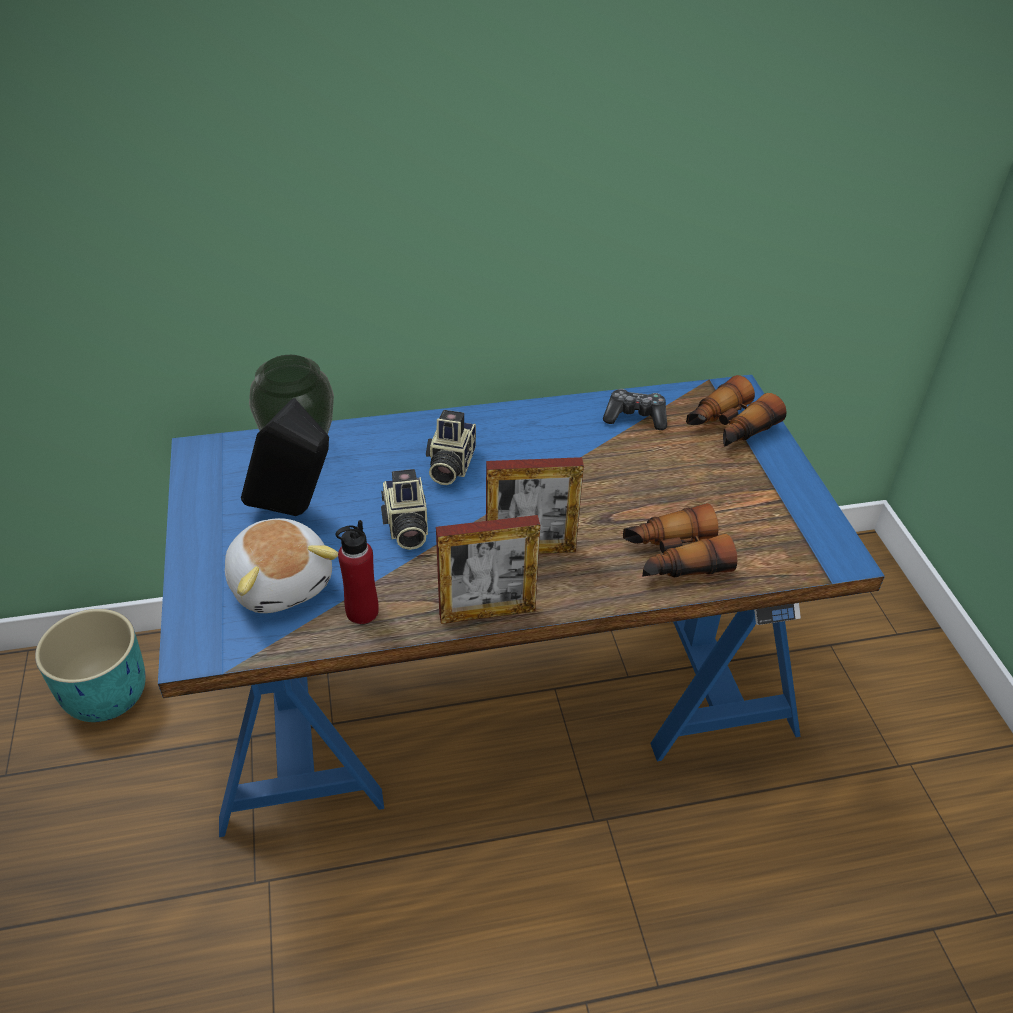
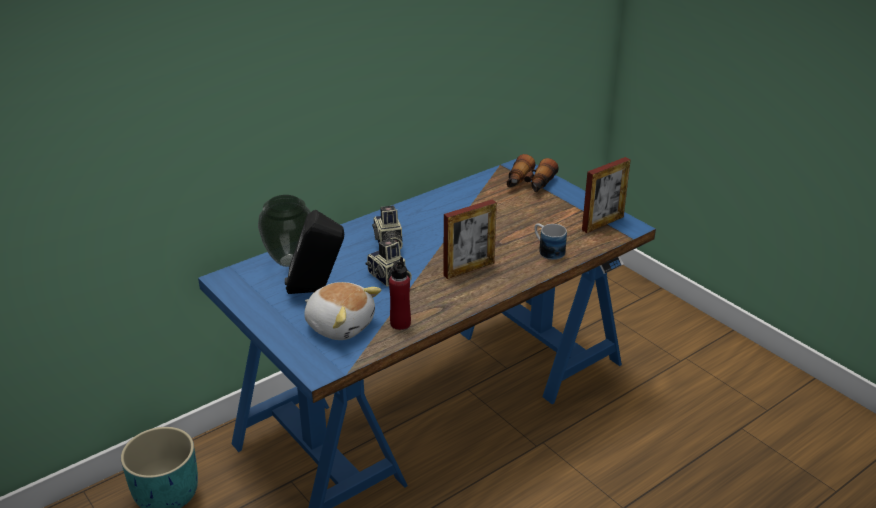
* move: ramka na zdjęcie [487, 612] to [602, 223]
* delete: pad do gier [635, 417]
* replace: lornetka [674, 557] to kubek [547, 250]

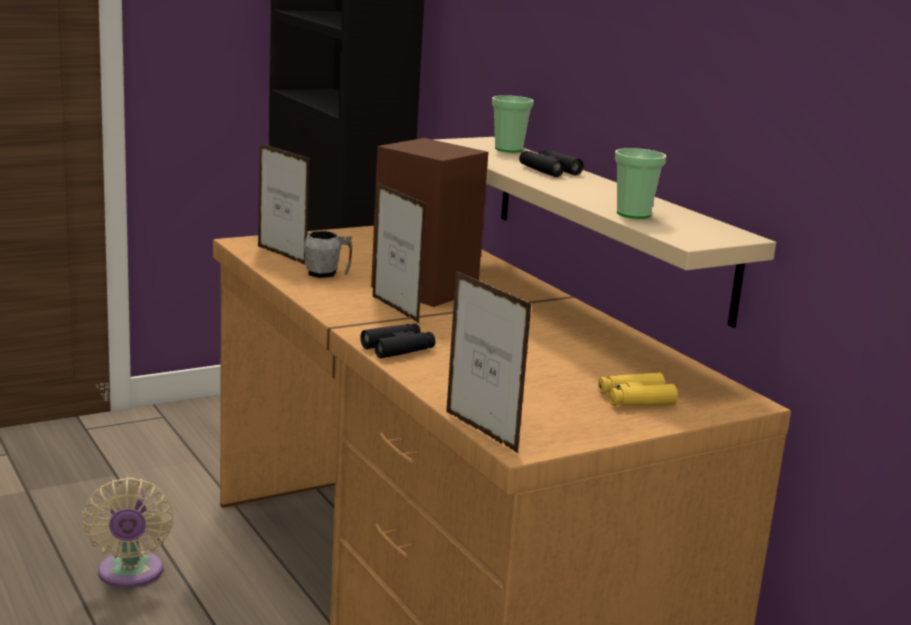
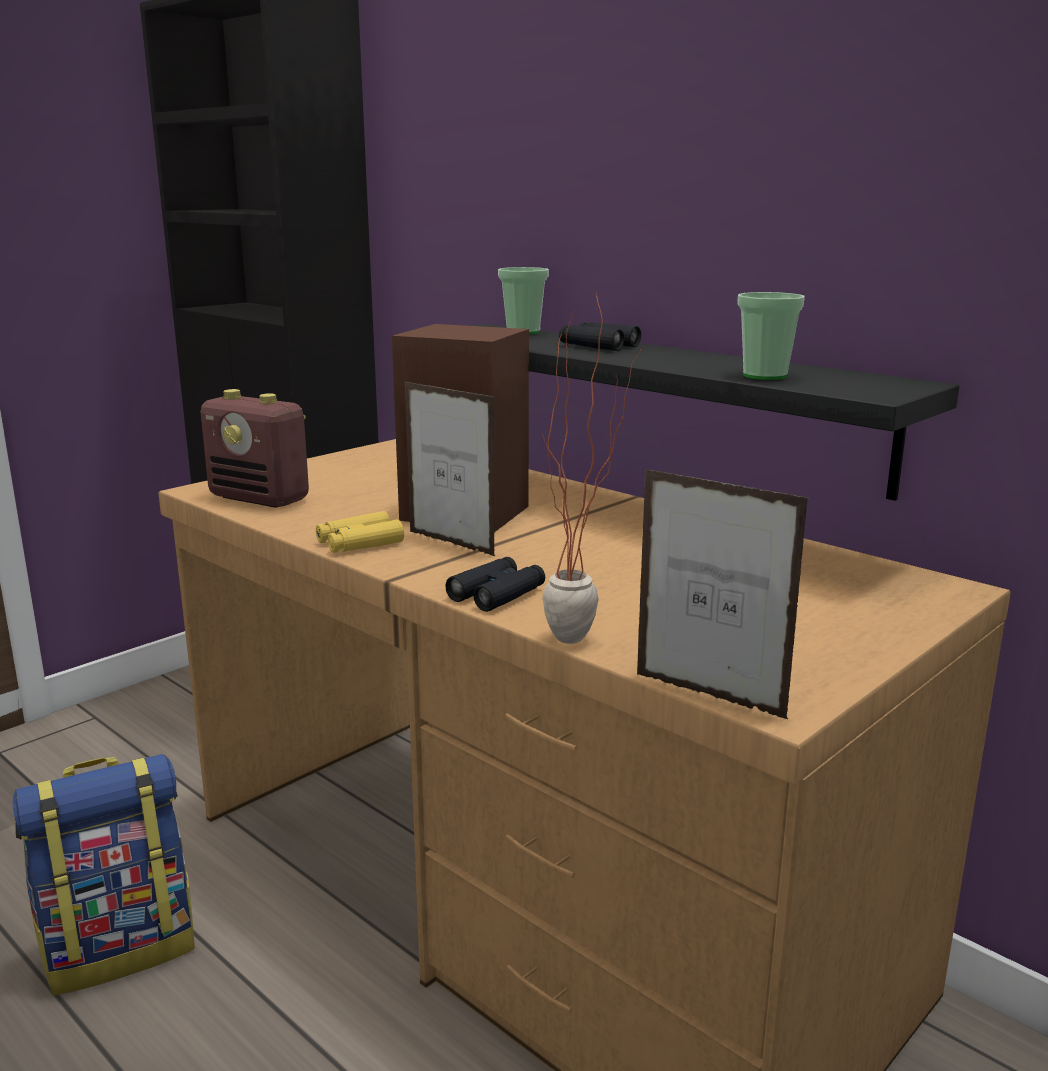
* replace: wentylator/beżowy [130, 575] to plecak [121, 947]
* replace: ramka na zdjęcie [282, 255] to radio [260, 499]
* delete: kubek/szary [327, 273]
* recolor: półka/beżowy [609, 224] to półka/czarny [679, 401]
* move: lornetka/żółty [635, 399] to [359, 543]
* insert: roślina doniczkowa [586, 642]

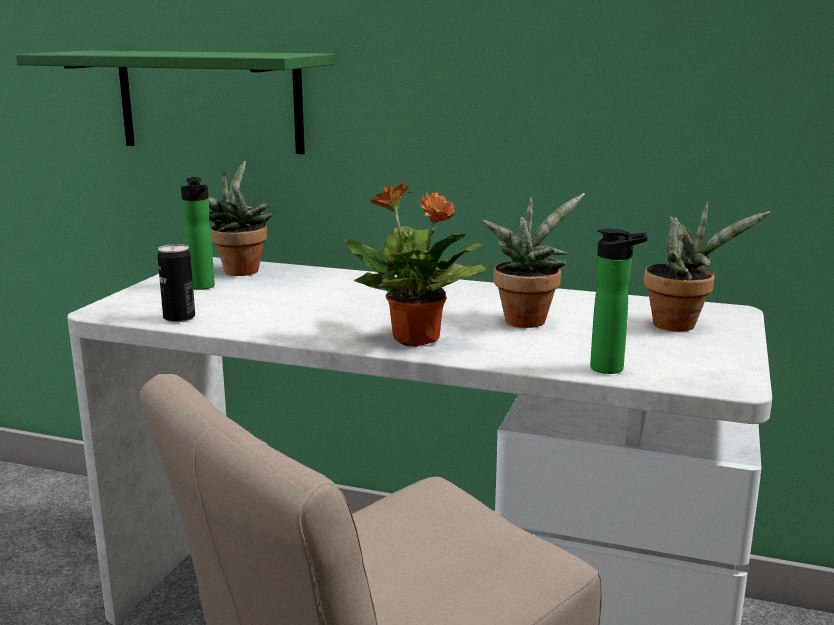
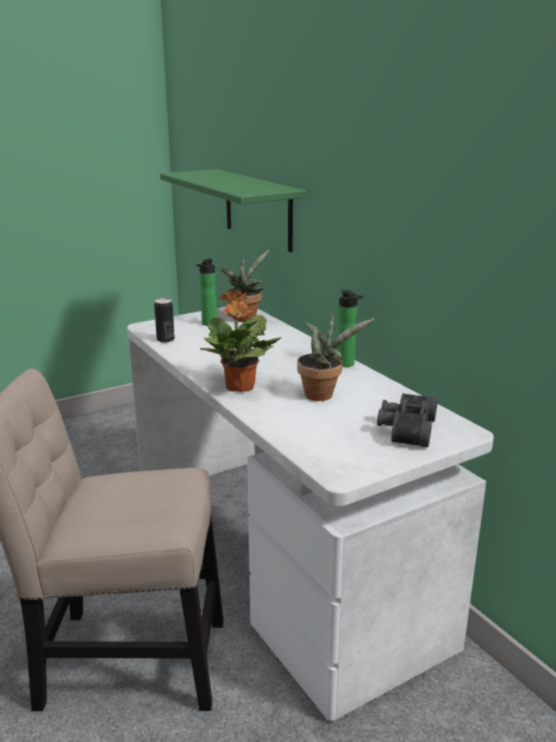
* move: butelka [612, 368] to [347, 364]
* replace: roślina doniczkowa [681, 325] to lornetka/czarny [405, 429]

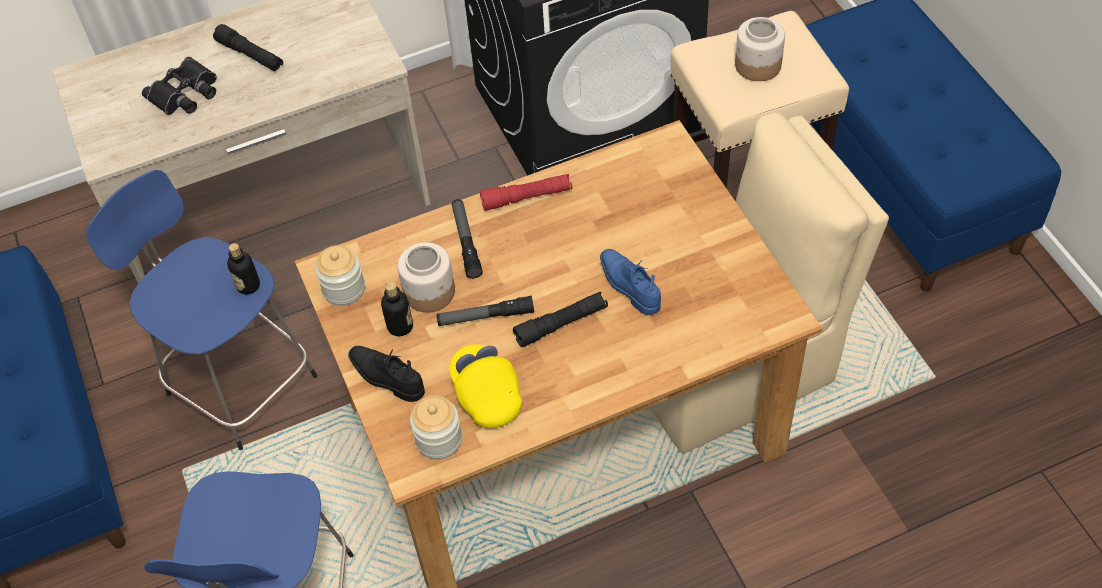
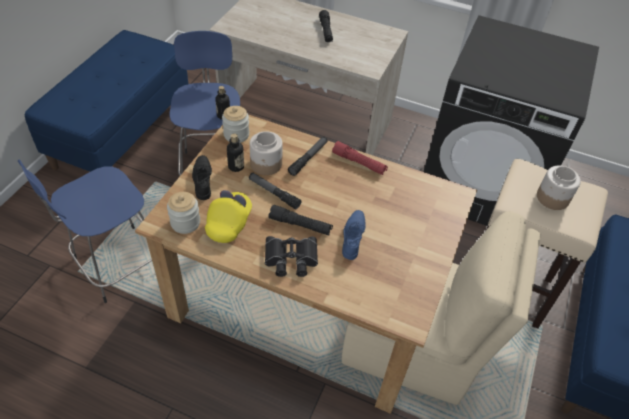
* move: lornetka/czarny [185, 93] to [290, 259]

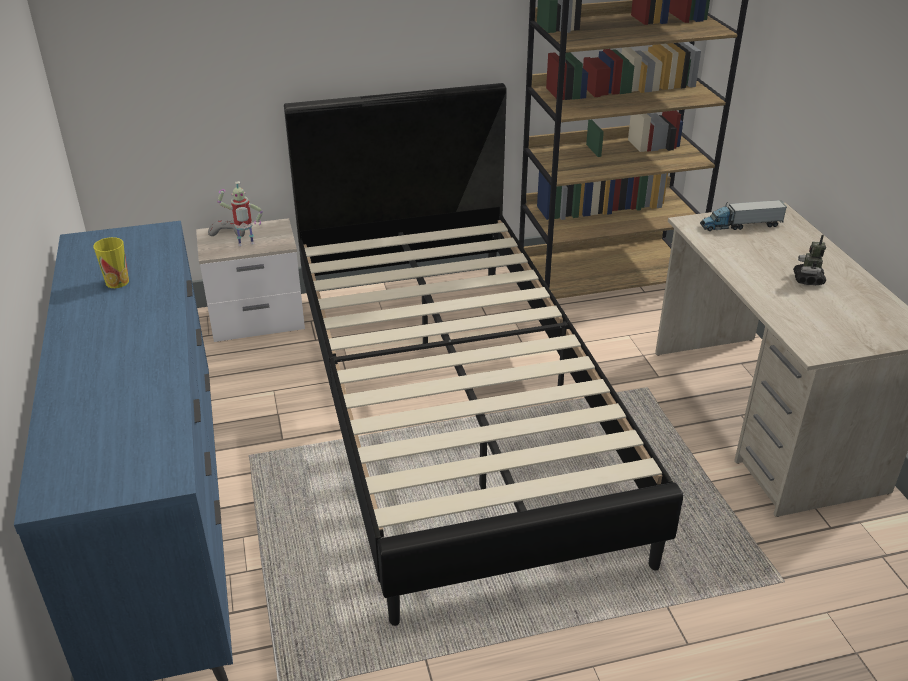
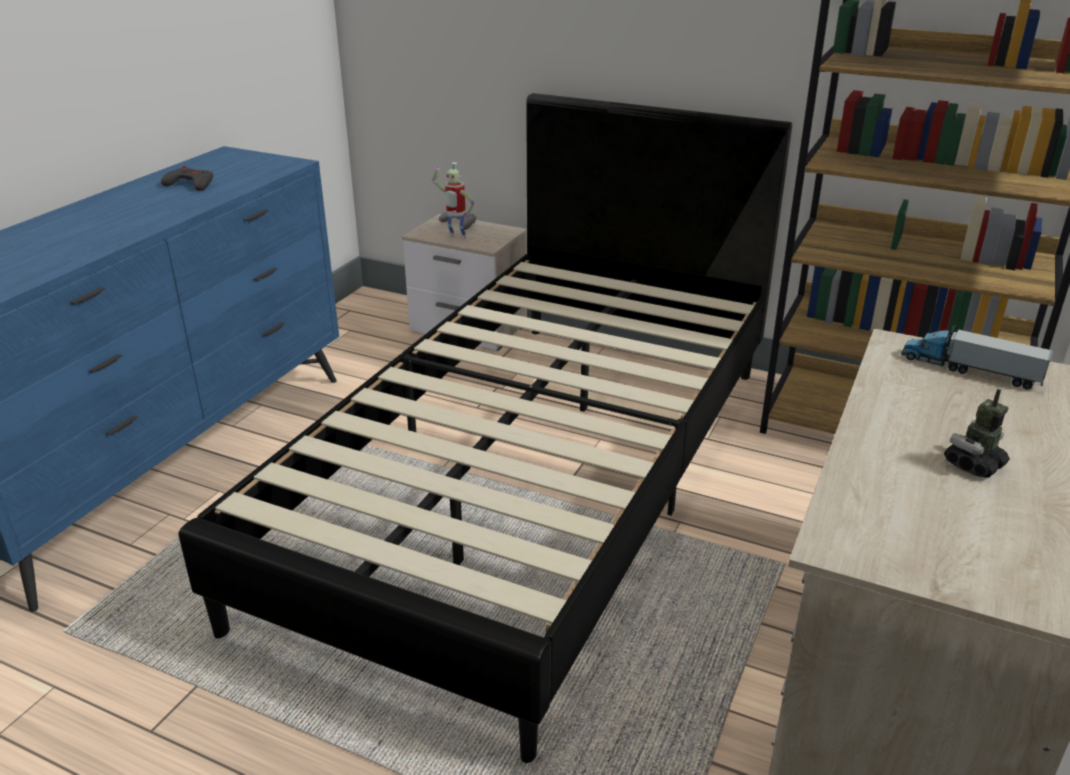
* replace: filiżanka [117, 282] to pad do gier/szary [190, 184]

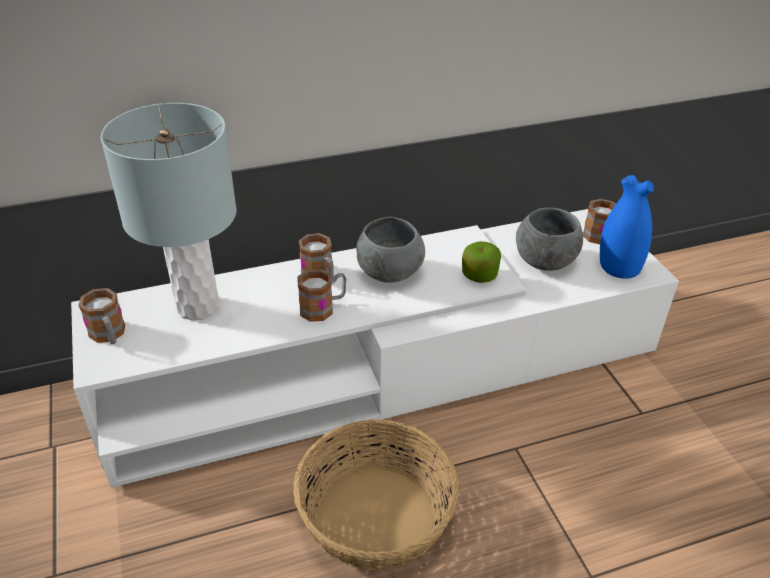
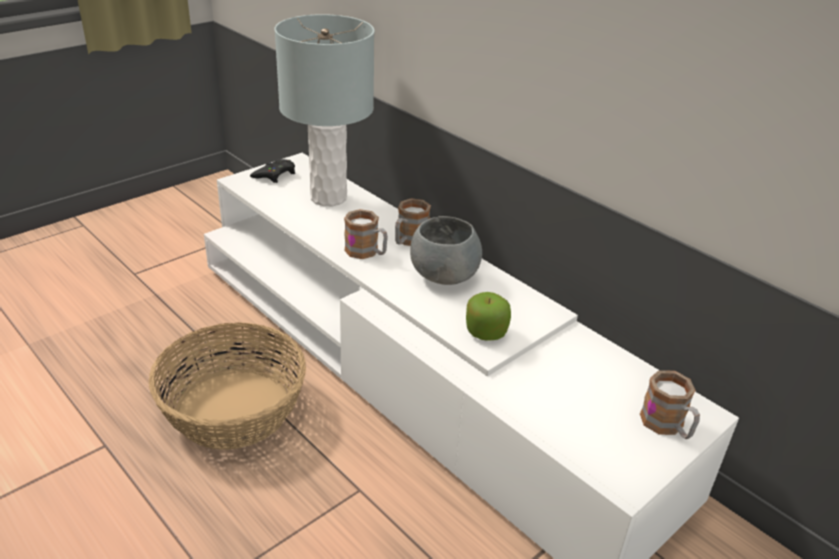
* replace: kubek [109, 335] to pad do gier/czarny [275, 175]
* delete: miska/szary [544, 261]
* delete: wazon/niebieski [618, 266]

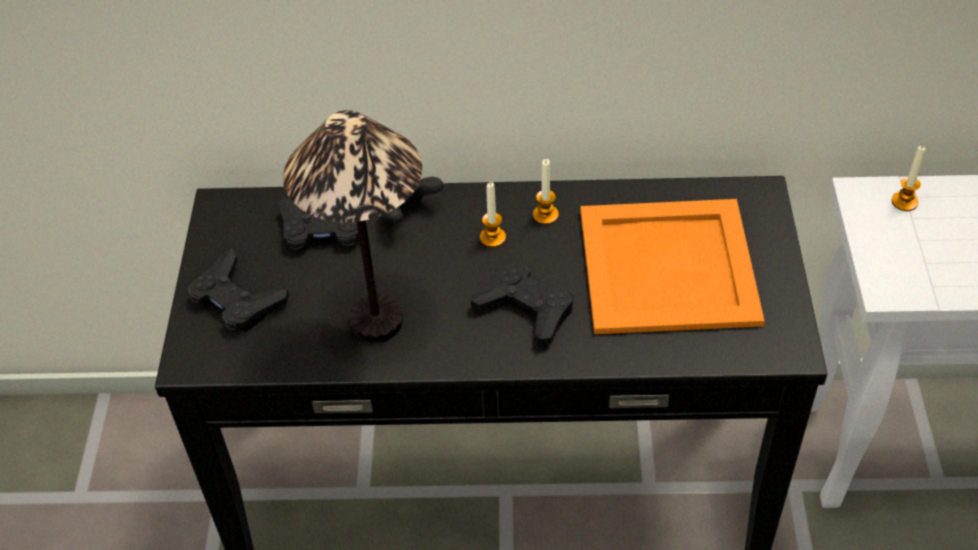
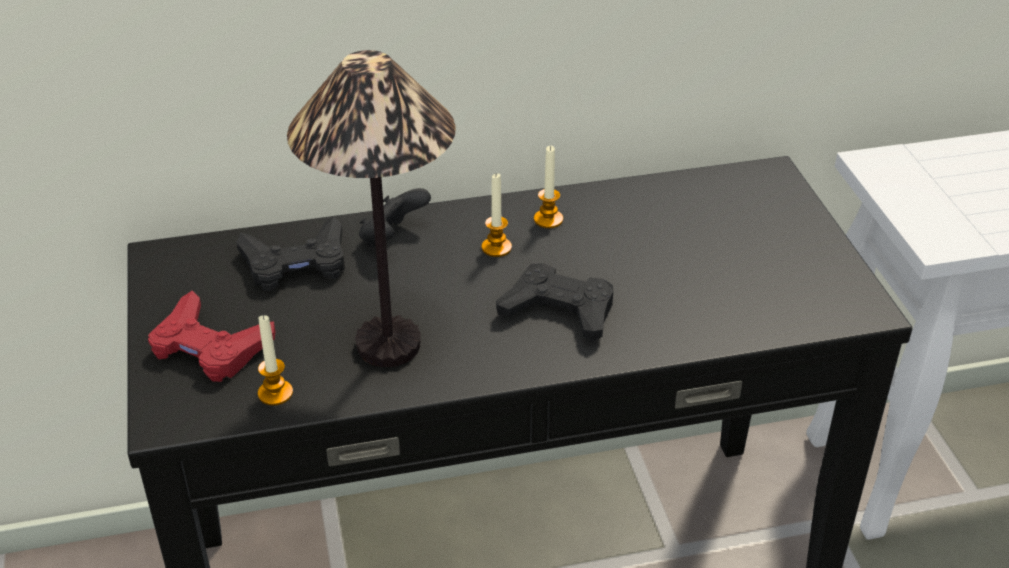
* recolor: pad do gier/czarny [237, 299] to pad do gier/czerwony [209, 347]
* delete: taca/pomarańczowy [666, 267]
* move: świeca [904, 202] to [275, 393]

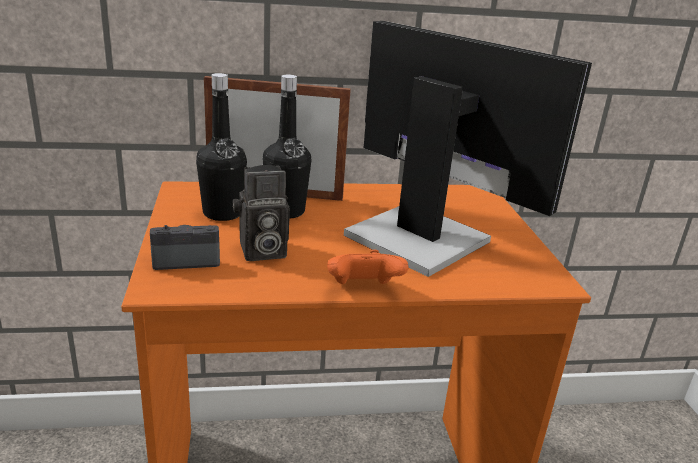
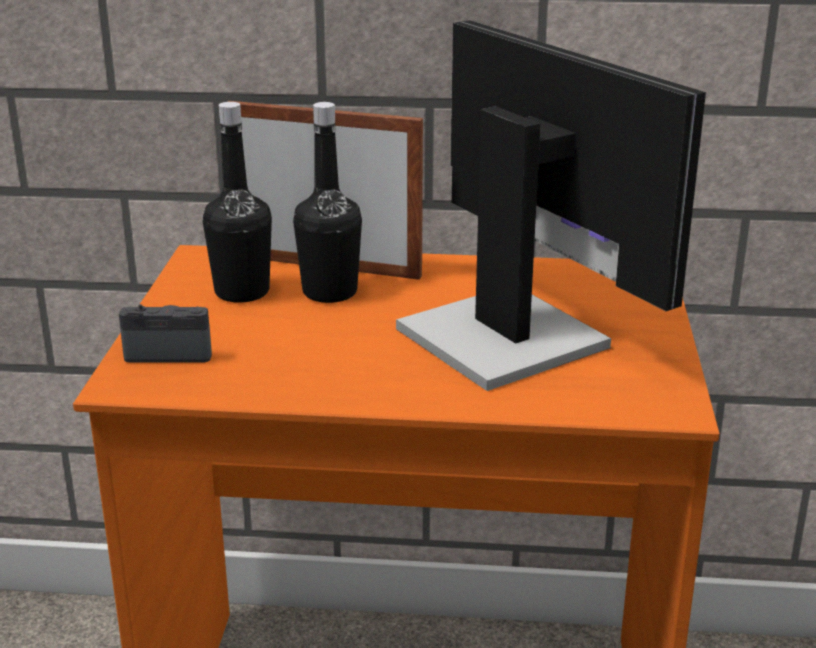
* delete: aparat fotograficzny [260, 252]
* delete: pad do gier/pomarańczowy [363, 289]

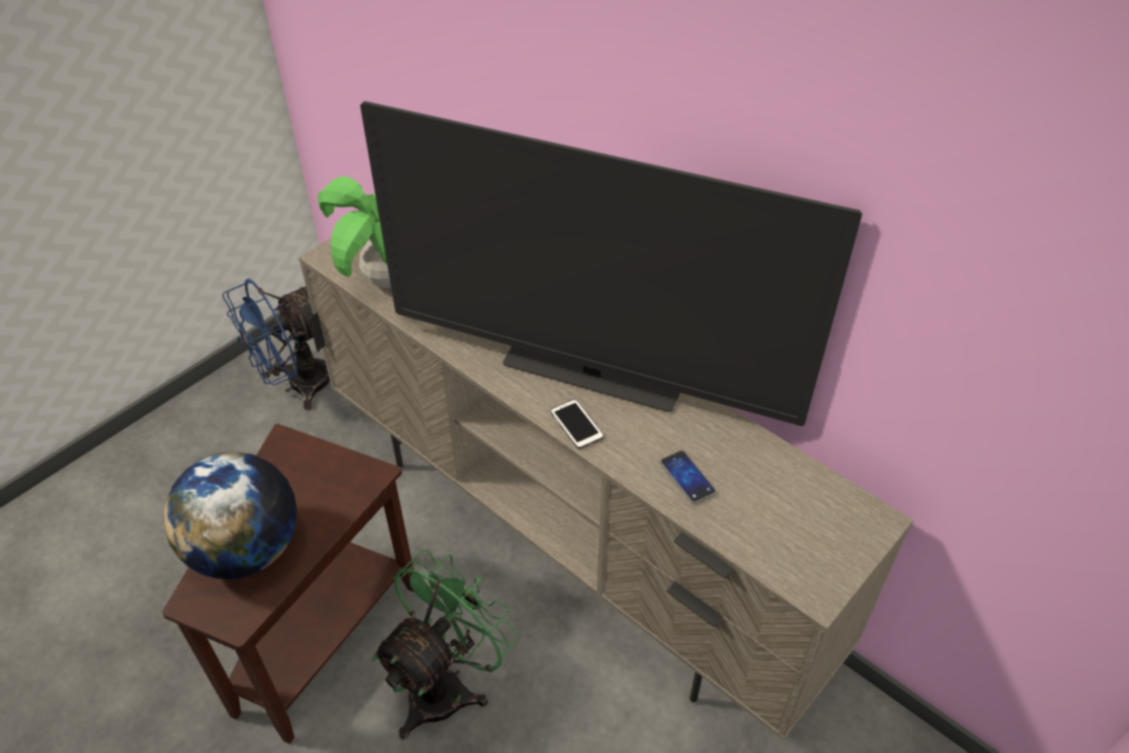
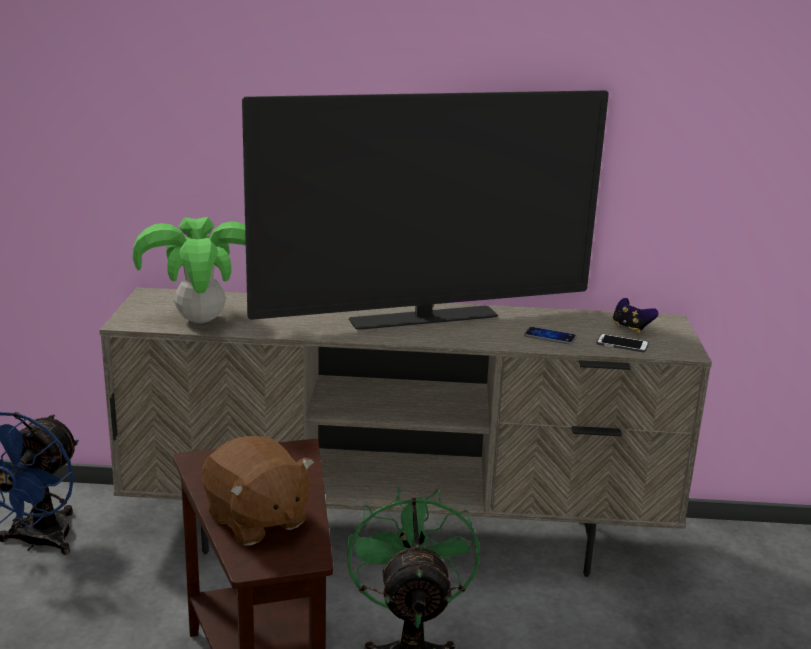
* replace: globus [247, 549] to pluszak/brązowy [256, 520]
* move: telefon [576, 425] to [622, 344]
* insert: pad do gier [631, 328]

